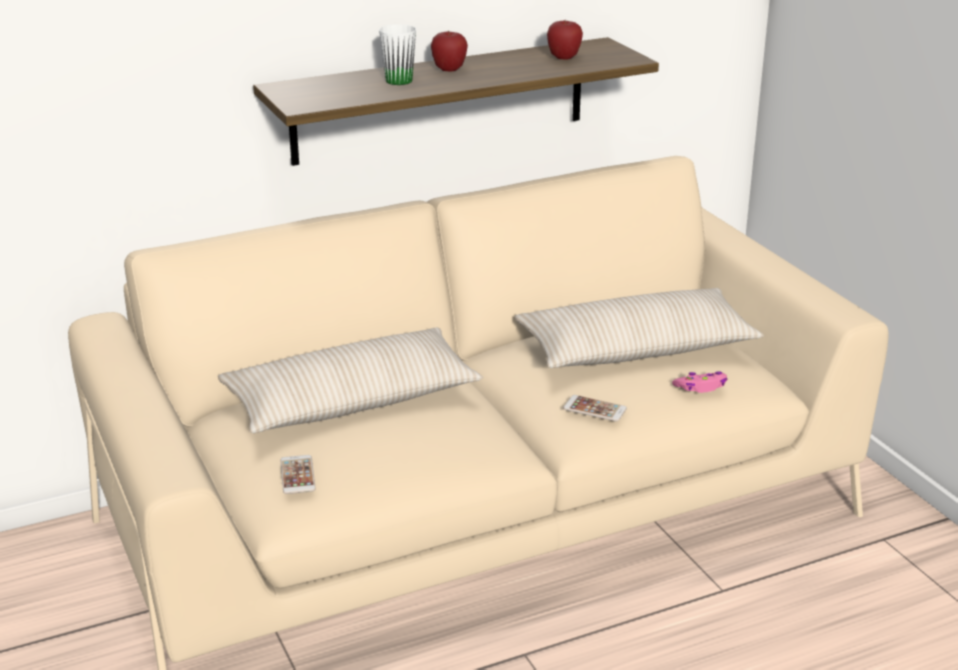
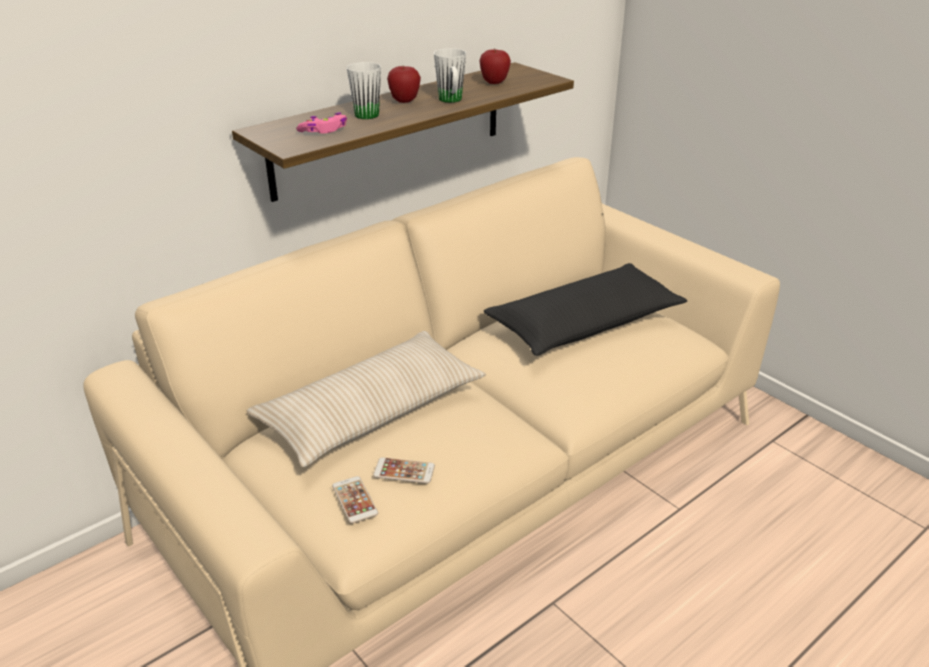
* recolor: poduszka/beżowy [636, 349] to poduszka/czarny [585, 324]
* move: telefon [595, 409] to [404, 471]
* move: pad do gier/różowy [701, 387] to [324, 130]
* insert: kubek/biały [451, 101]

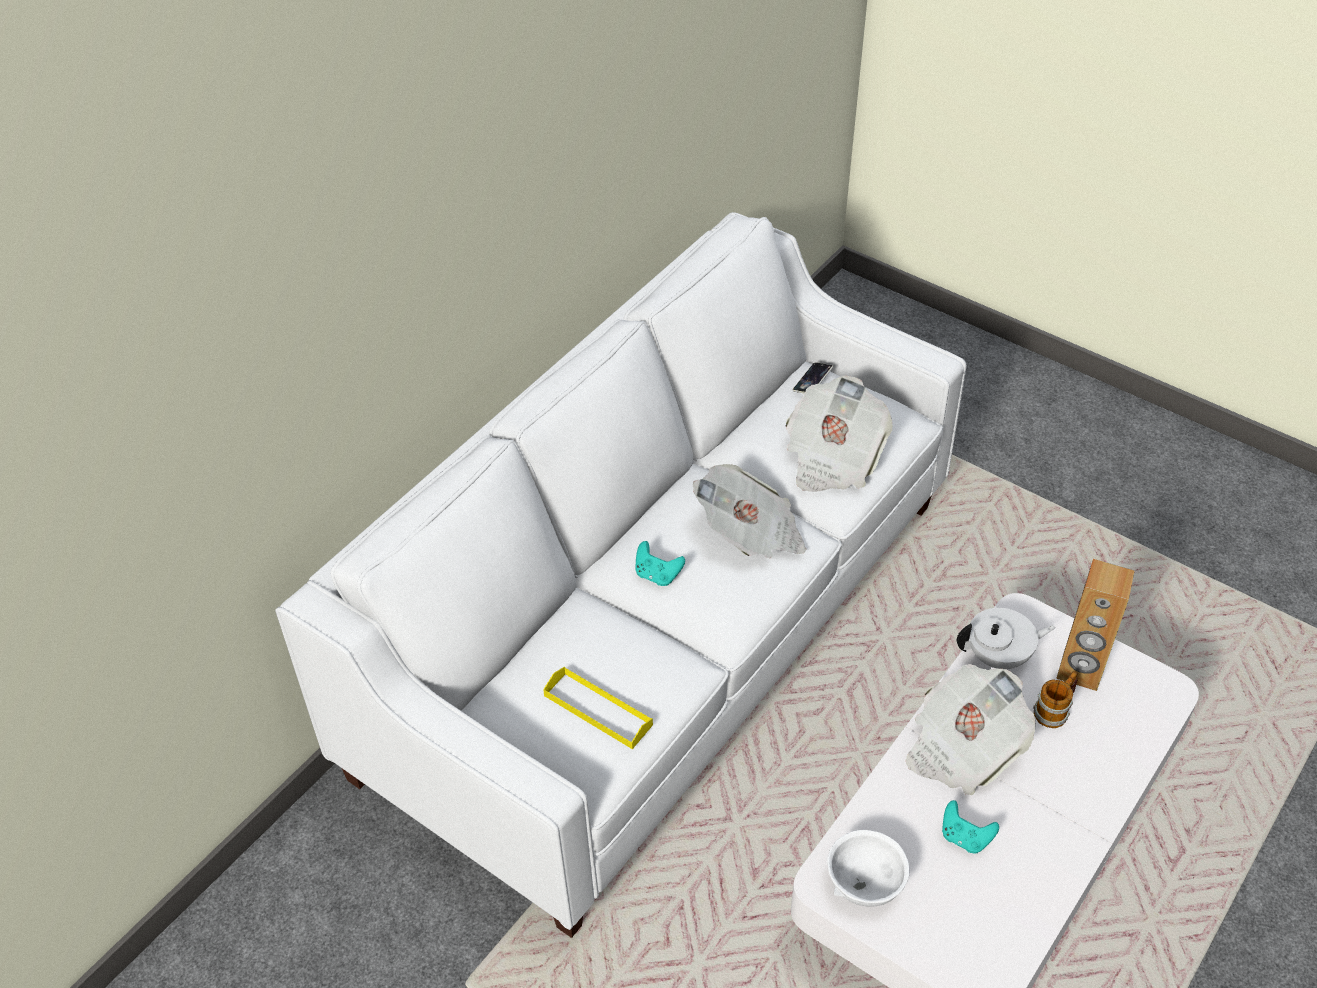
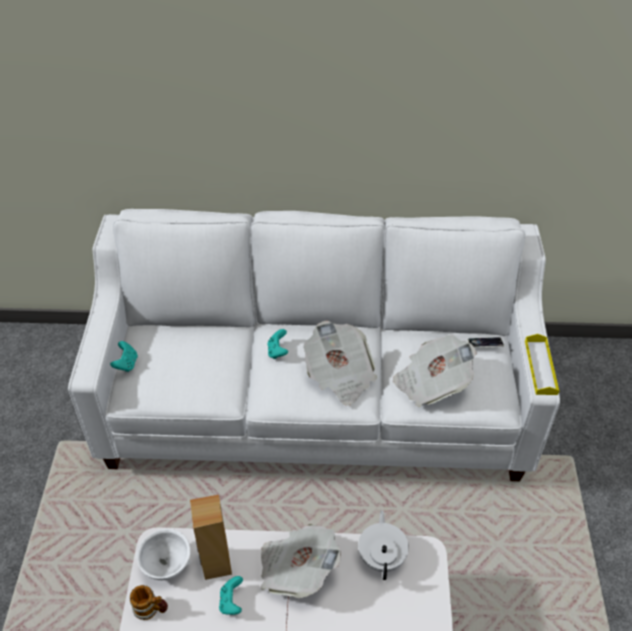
* move: taca/żółty [598, 710] to [540, 367]
* rotate: imbryk/biały [999, 656] = [382, 556] 135 degrees counterclockwise
* move: kubek [1054, 710] to [151, 609]
* move: głośnik/brązowy [1080, 671] to [216, 563]
* insert: pad do gier/turkusowy [126, 364]

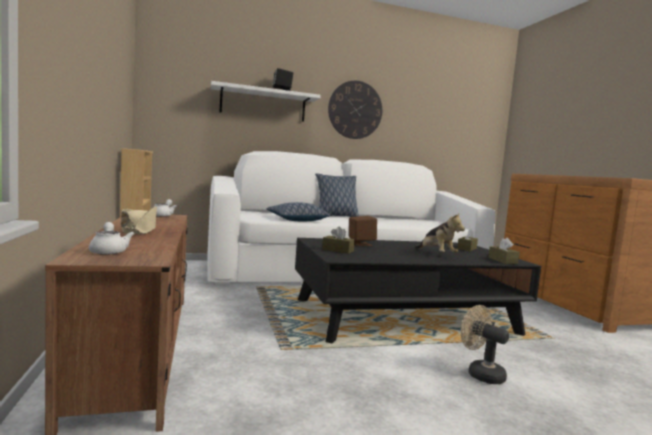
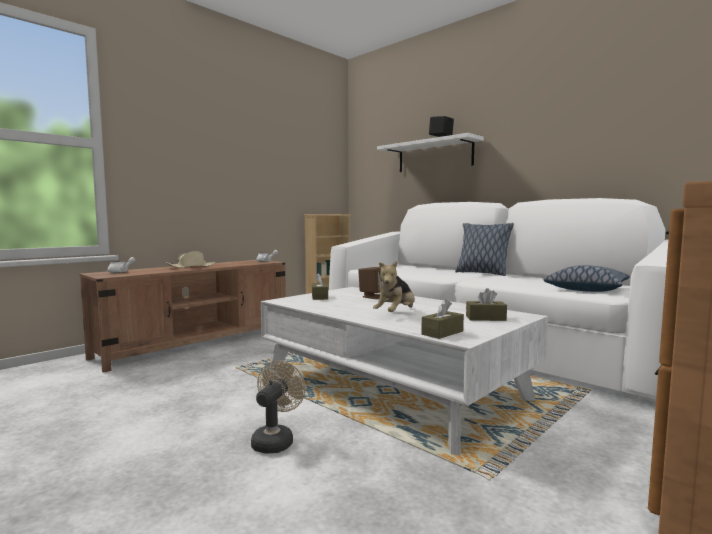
* move: poduszka [296, 220] to [585, 289]
* recolor: ława/czarny [405, 317] to ława/biały [392, 387]
* delete: zegar ścienny [355, 110]

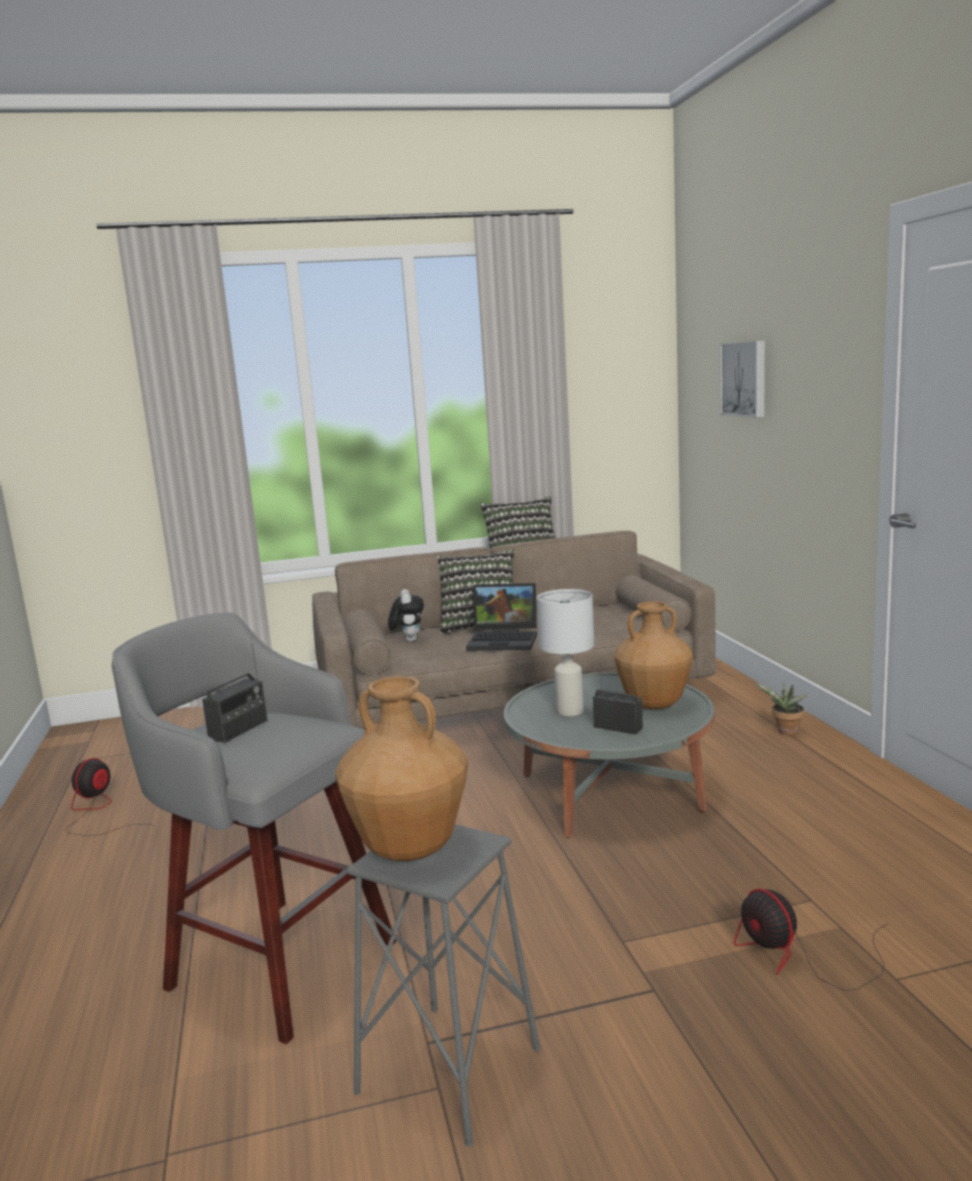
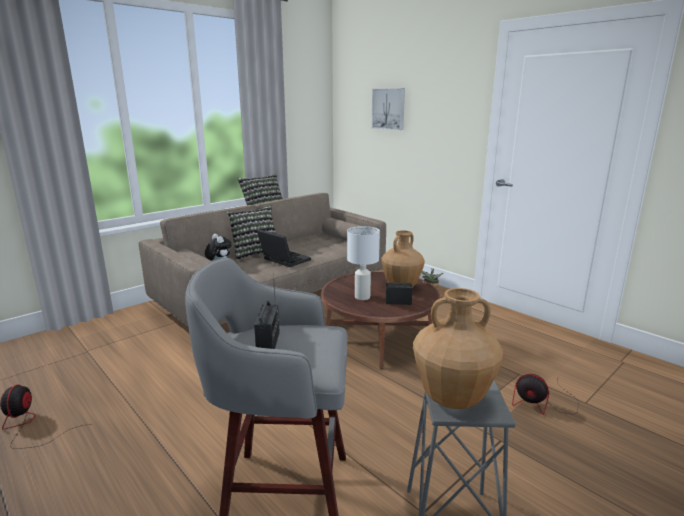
* rotate: laptop [505, 640] = [283, 260] 120 degrees counterclockwise
* recolor: ława/szary [610, 792] to ława/brązowy [378, 339]

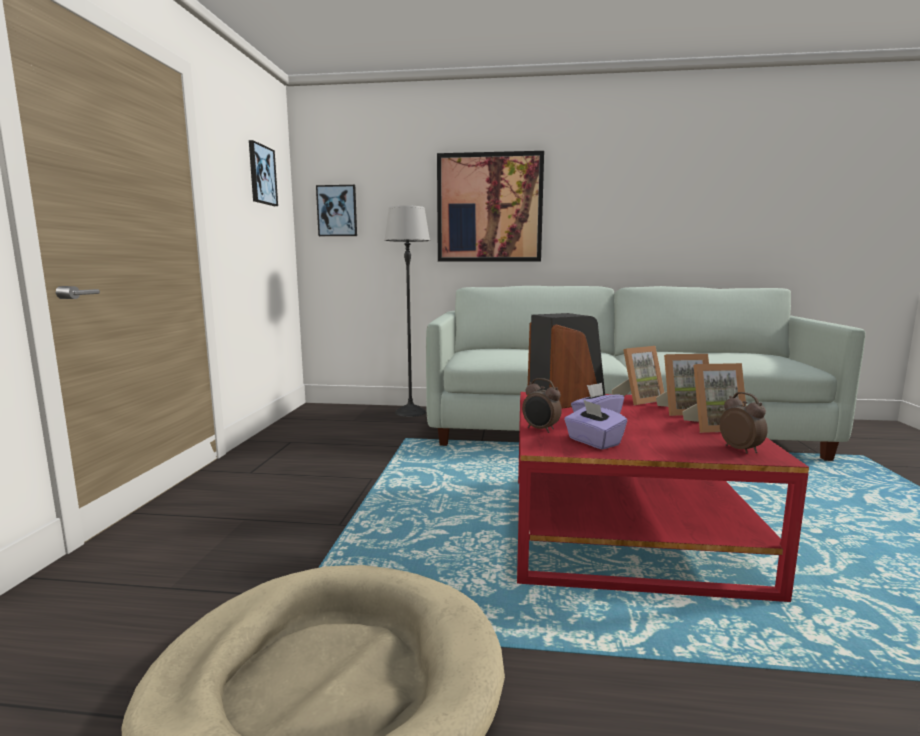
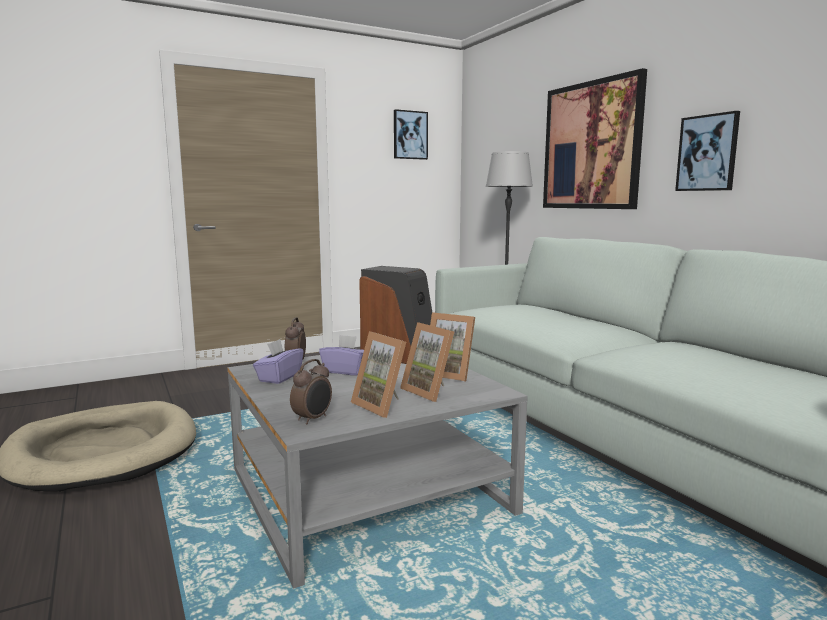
* move: obraz [337, 211] to [707, 153]
* recolor: ława/czerwony [624, 529] to ława/szary [367, 491]

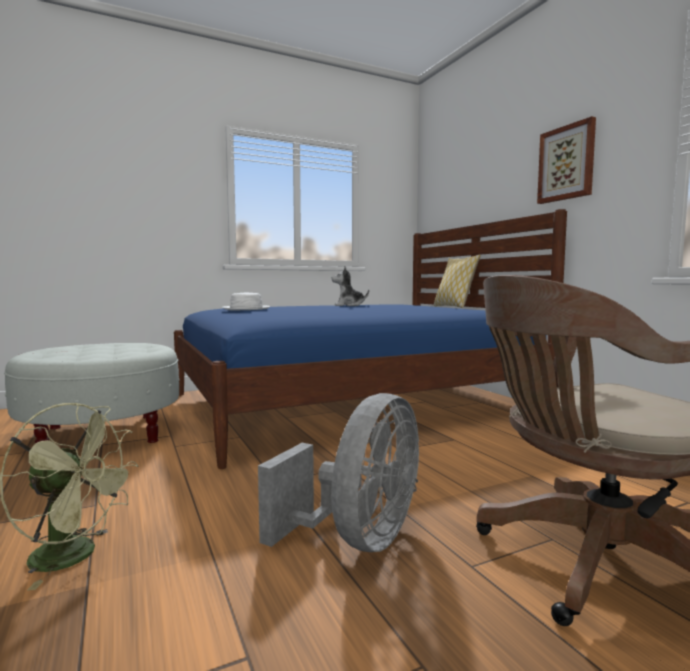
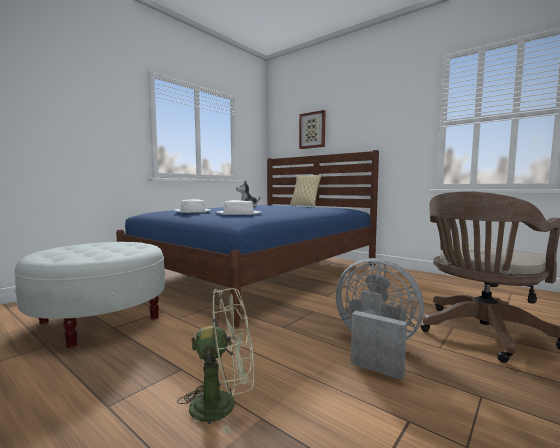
* rotate: wentylator/szary [359, 539] = [375, 348] 60 degrees counterclockwise
* move: obraz [566, 163] to [312, 130]
* insert: kapelusz/biały [238, 213]

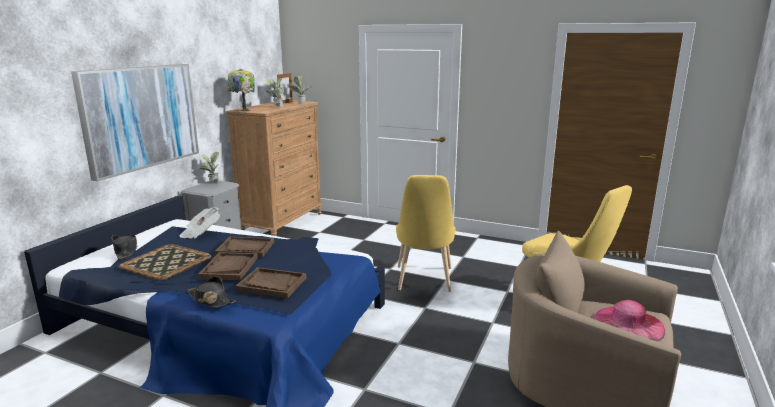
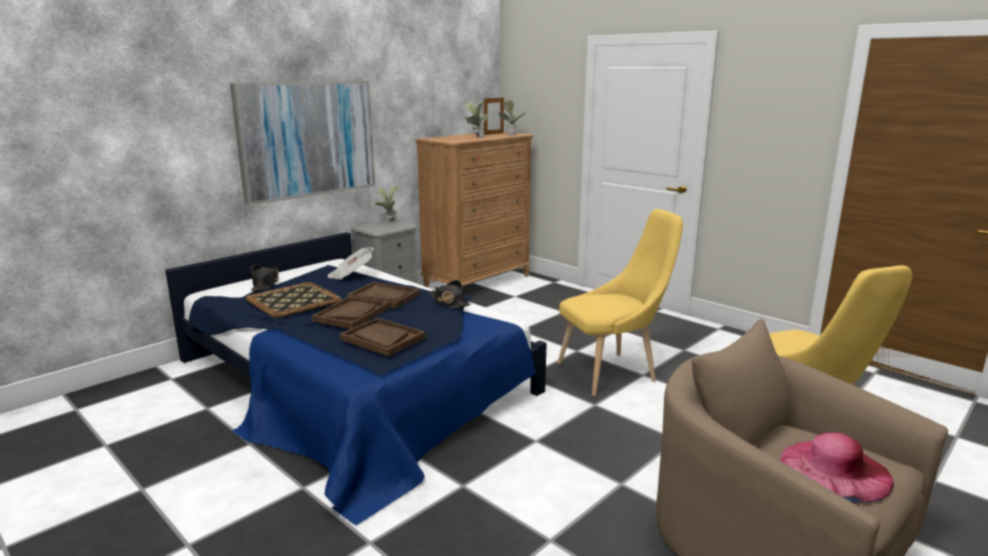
* move: kapelusz/czarny [210, 300] to [449, 302]
* delete: lampa stołowa [243, 110]
* rotate: krzesło/żółty [424, 281] = [612, 372] 135 degrees counterclockwise

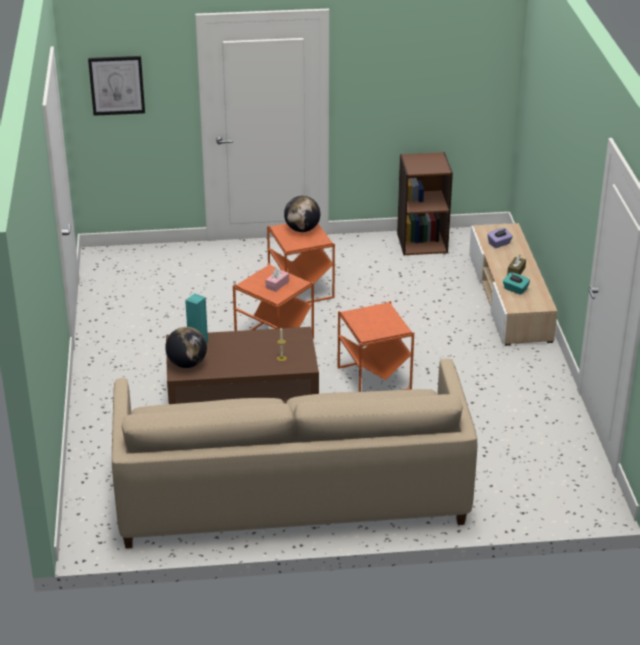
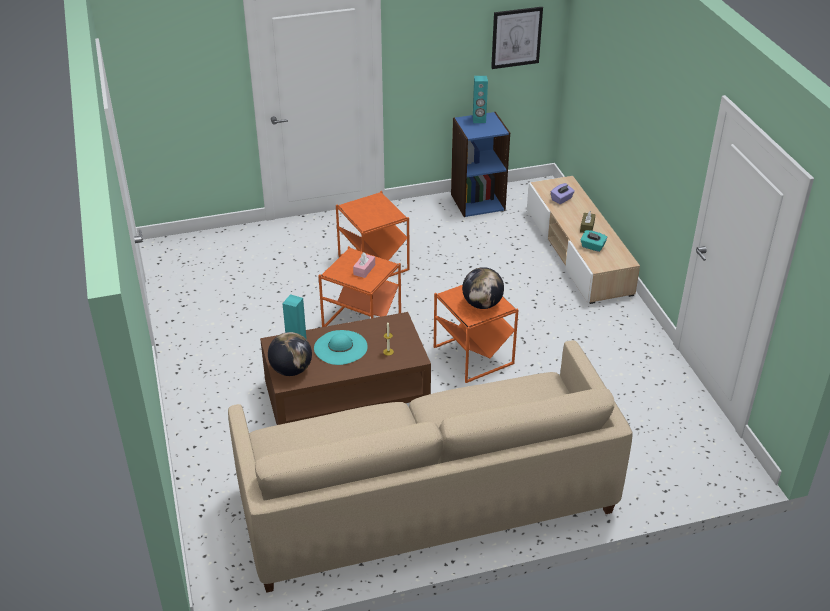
* move: obraz [117, 85] to [516, 37]
* move: globus [302, 229] to [482, 304]
* recolor: regał/brązowy [422, 242] to regał/niebieski [477, 202]
* insert: kapelusz/turkusowy [340, 347]
* insert: głośnik/turkusowy [479, 120]

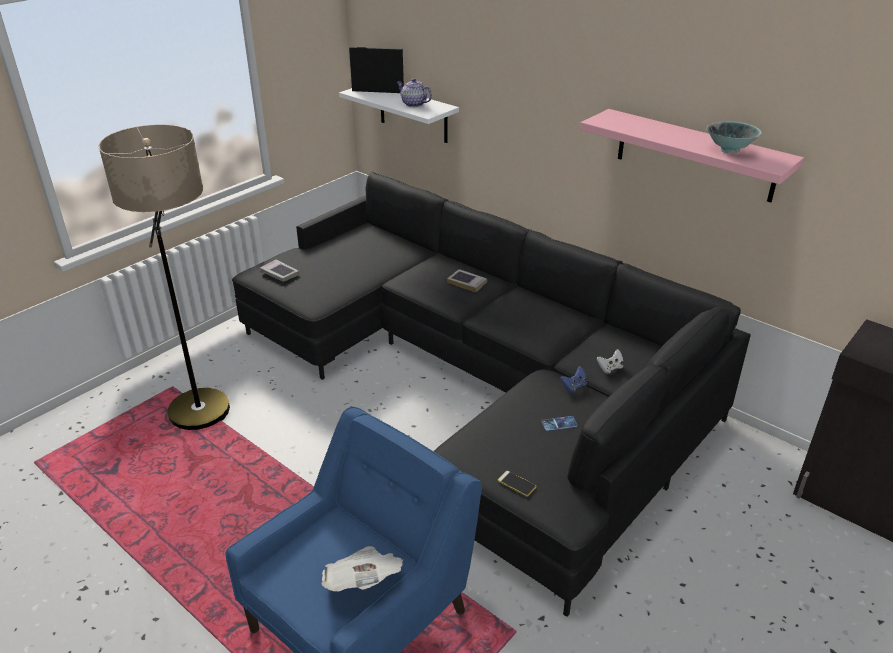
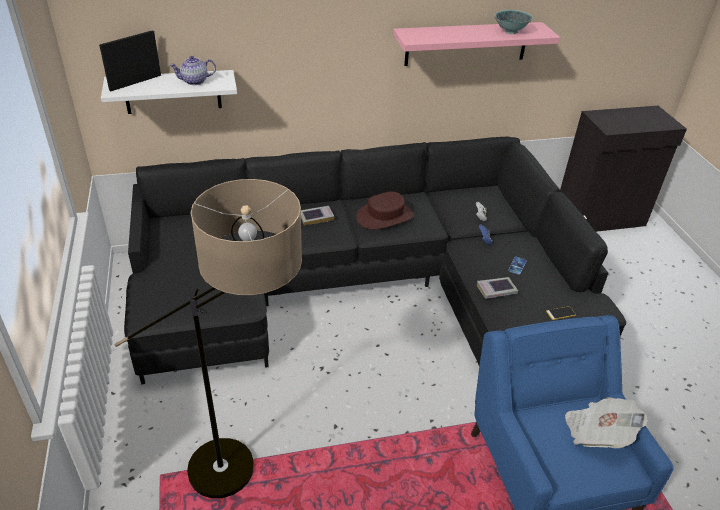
* move: książka [279, 274] to [496, 290]
* insert: kapelusz/brązowy [385, 216]

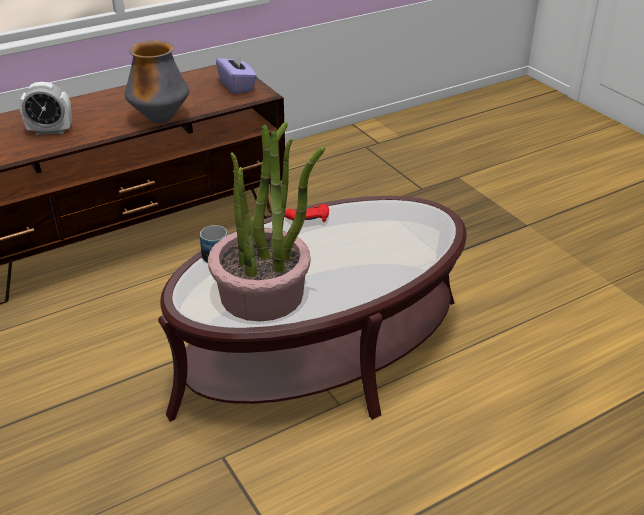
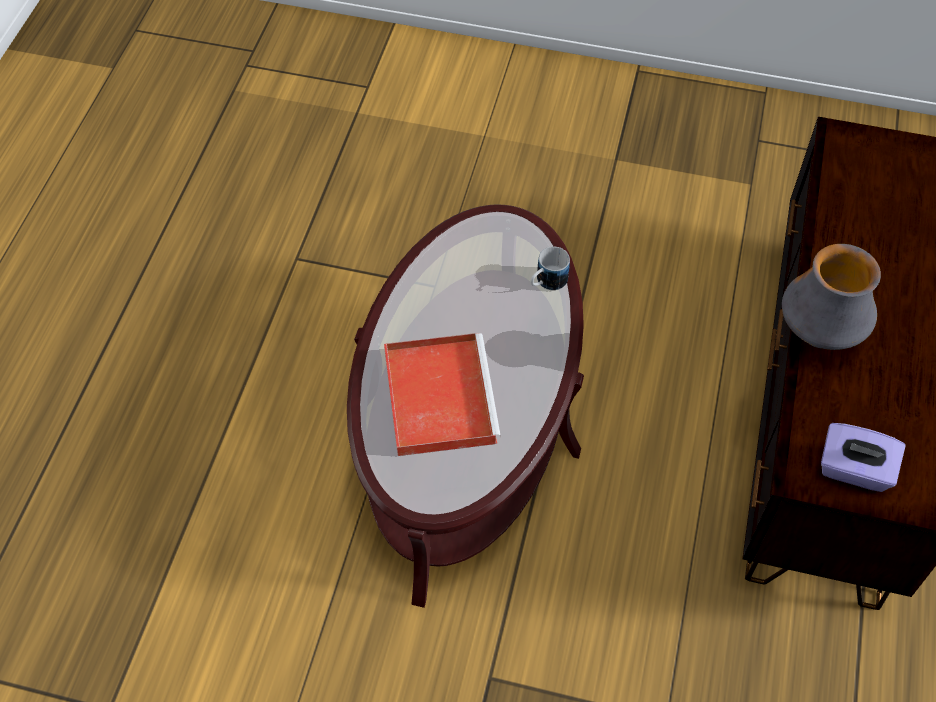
* delete: budzik [50, 131]
* delete: roślina doniczkowa [263, 294]
* delete: pad do gier/czerwony [308, 220]
* insert: taca/czerwony [438, 395]

